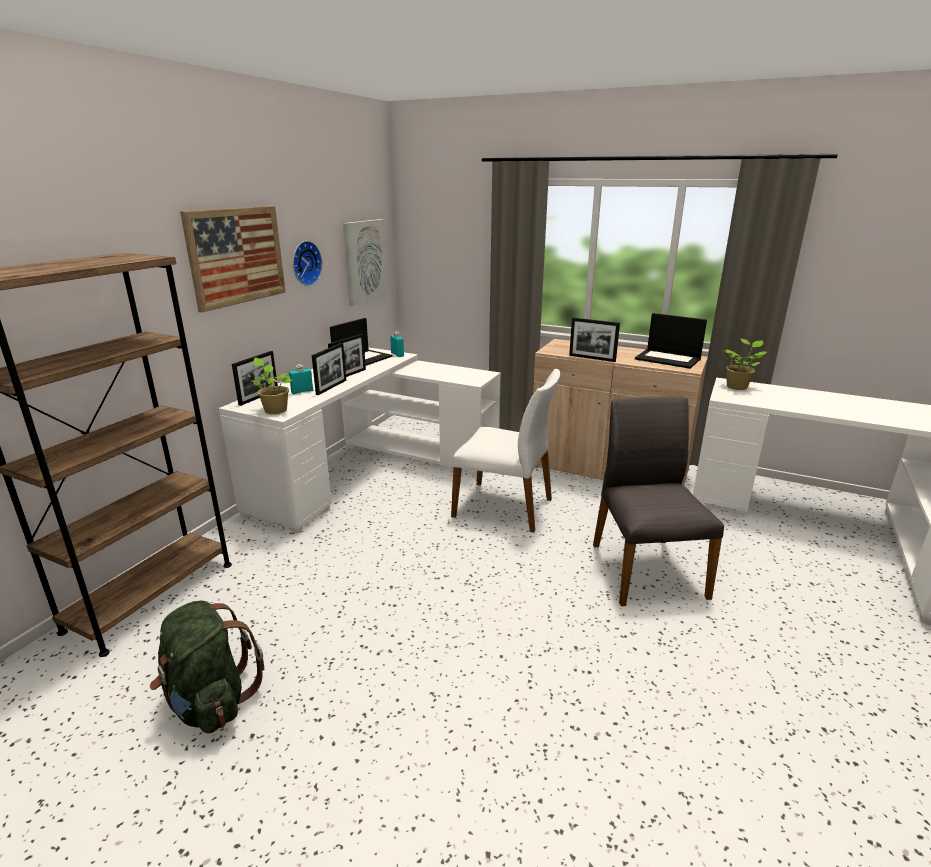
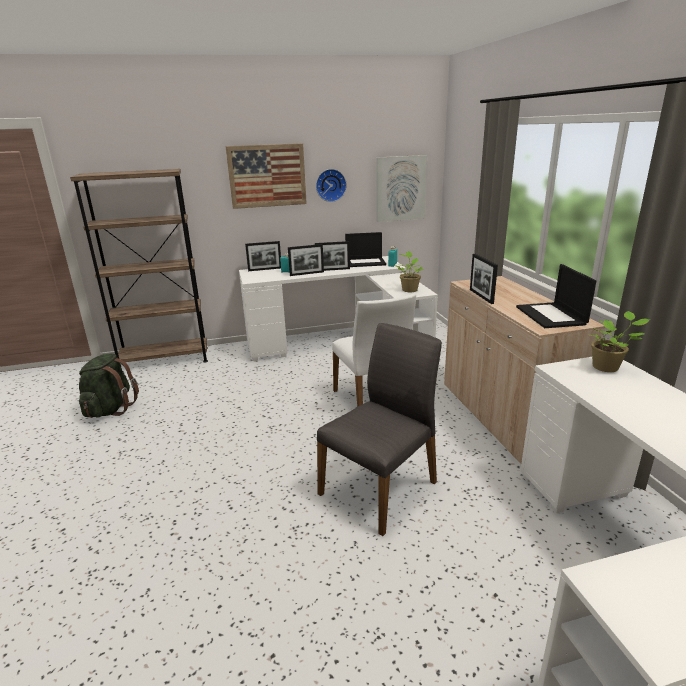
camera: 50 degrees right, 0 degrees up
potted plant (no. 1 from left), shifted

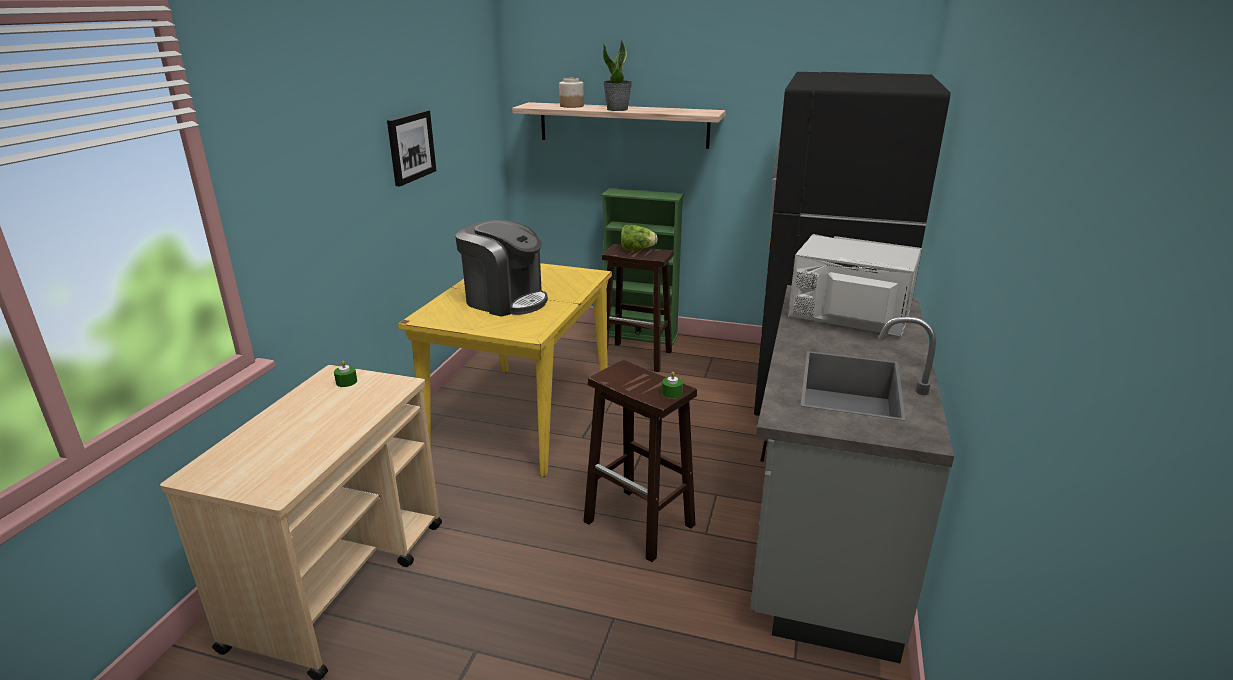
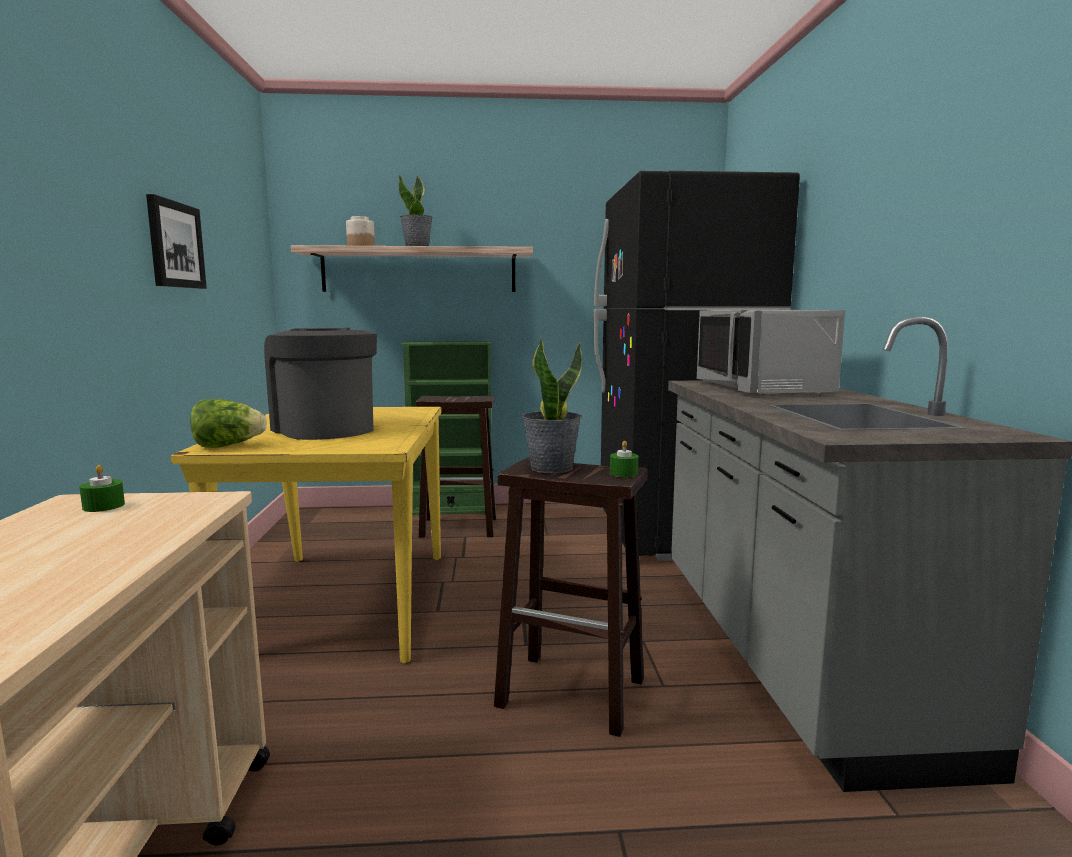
camera: 20 degrees left, 15 degrees down
coffee machine, 135 degrees counterclockwise
lettuce head, shifted
microwave oven/greyish, 105 degrees counterclockwise
- → potted plant (no. 2 from left)

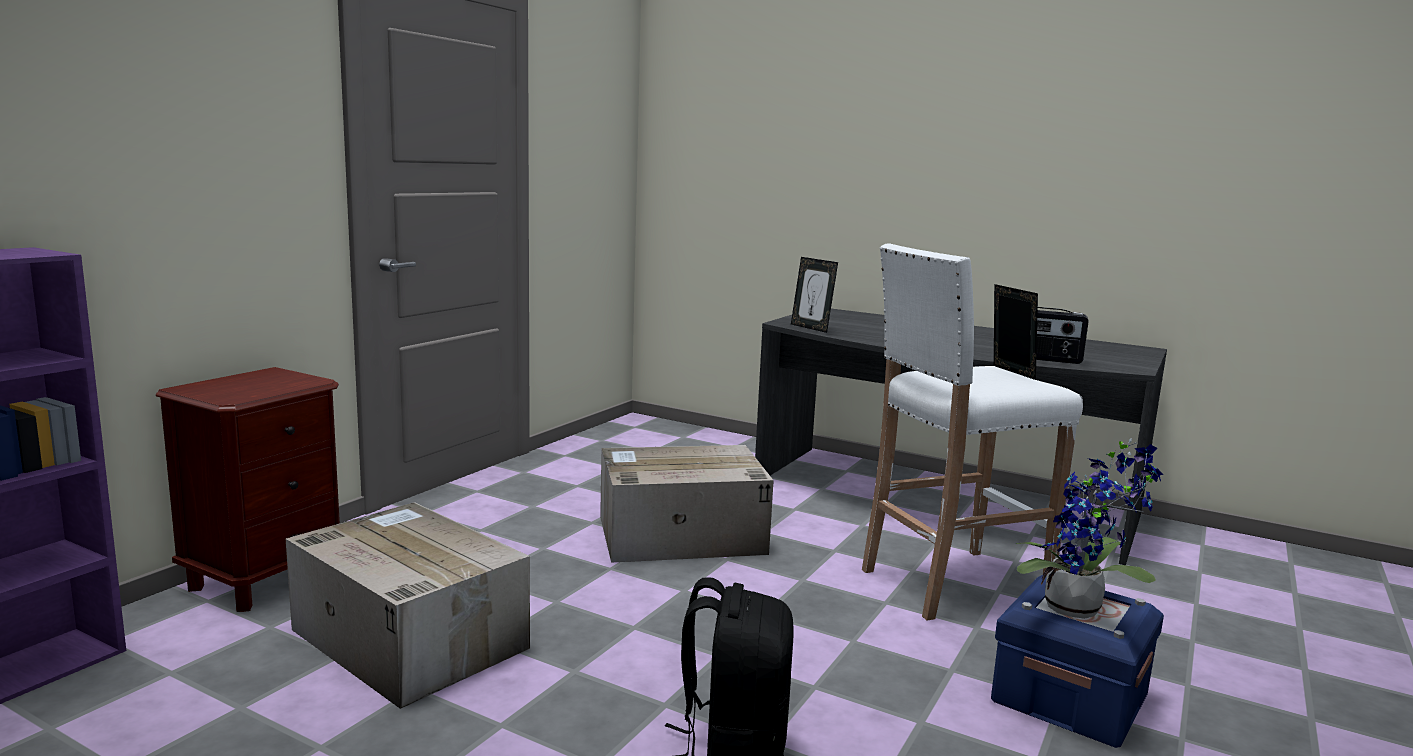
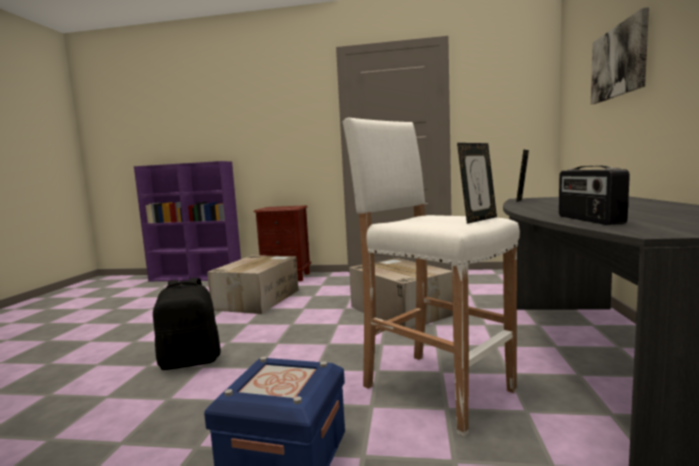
camera: 70 degrees right, 5 degrees down
potted plant → -
- → picture

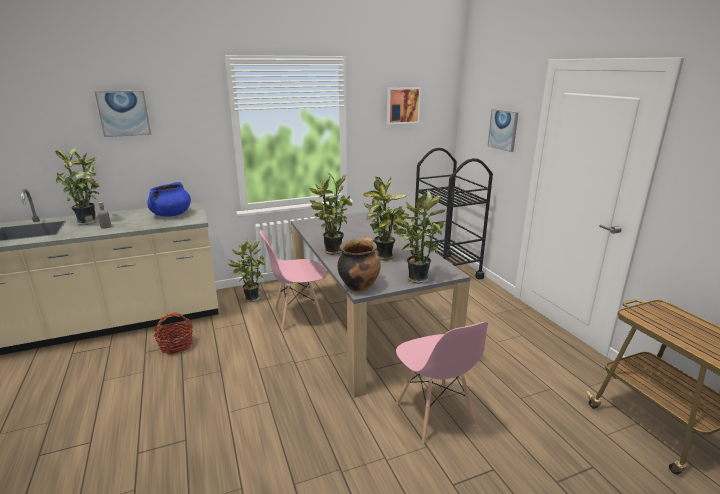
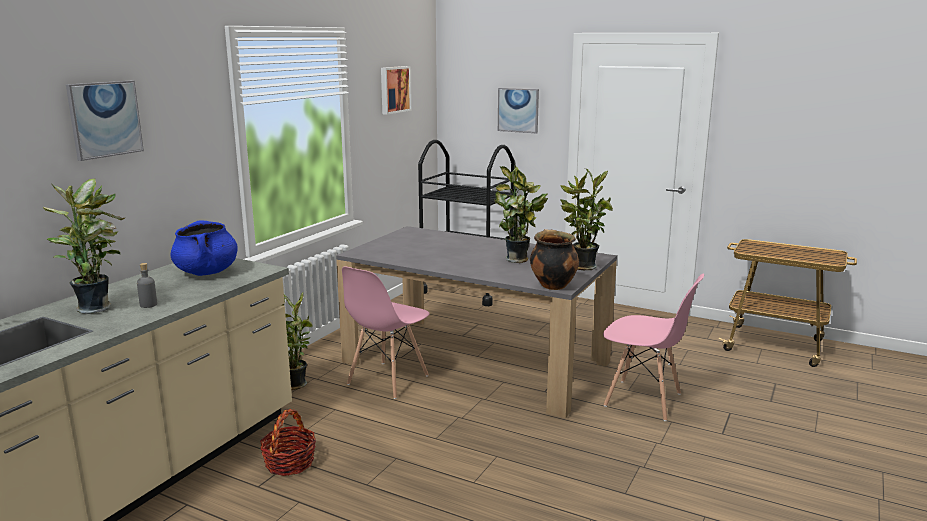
camera: 40 degrees left, 5 degrees down
potted plant (no. 3 from left) → -

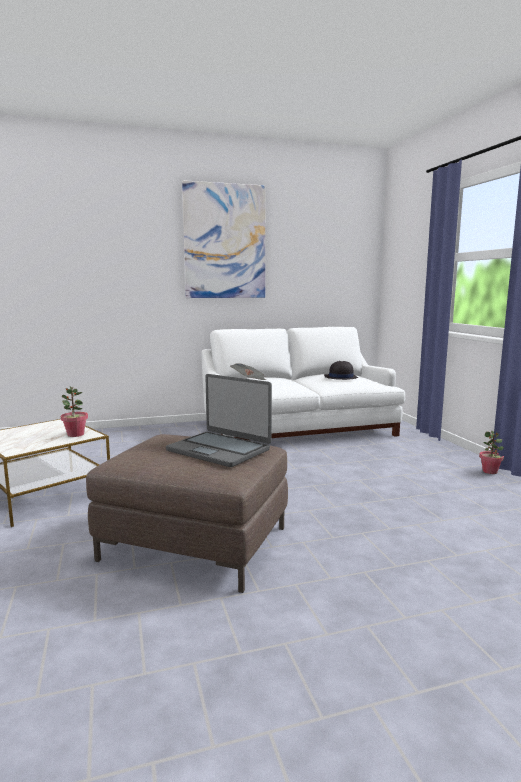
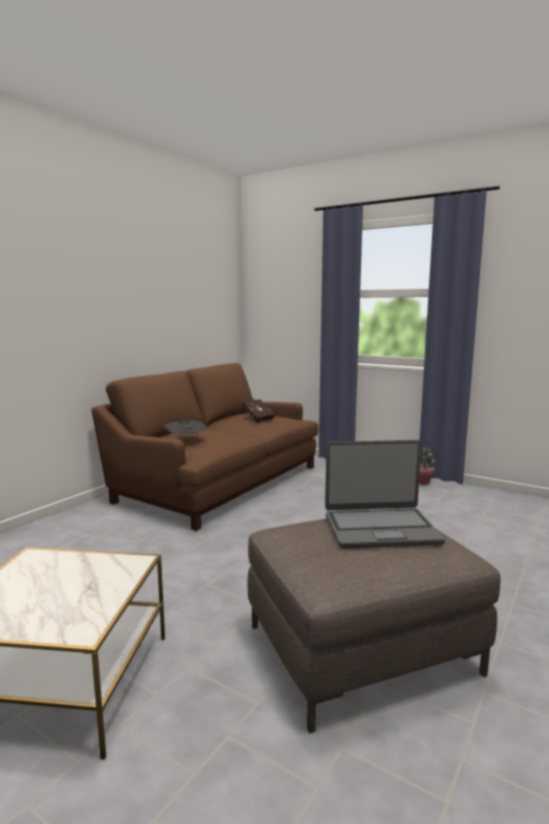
camera: 40 degrees left, 0 degrees up
potted plant (no. 1 from left) → -
picture → -
settee/white → settee/brown
clothing hat/black → volume/red

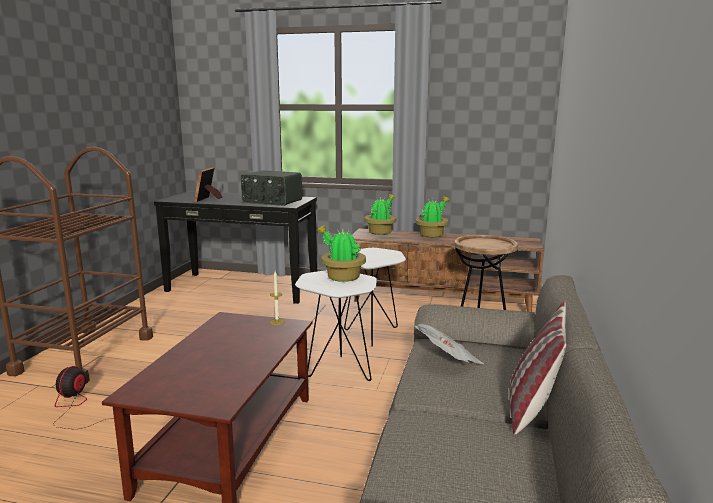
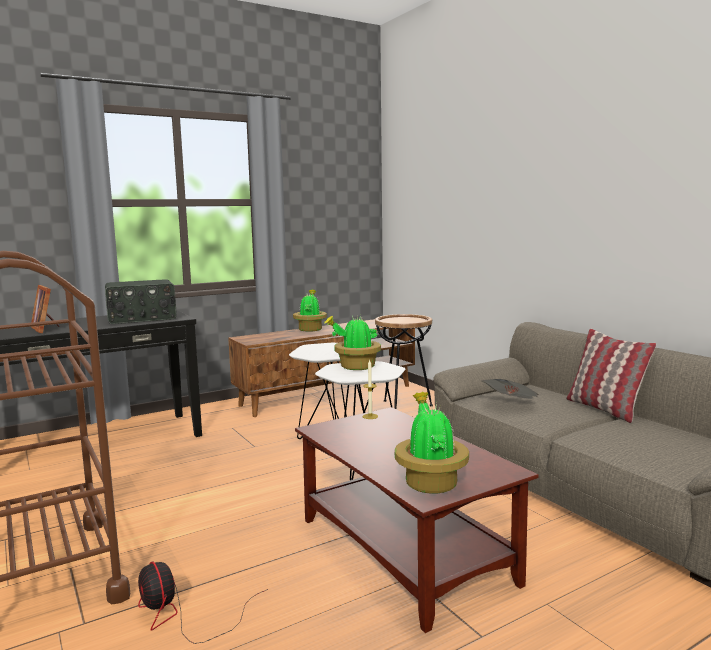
camera: 45 degrees left, 5 degrees down
potted plant (no. 2 from left in the first image) → potted plant (no. 3 from left), shifted

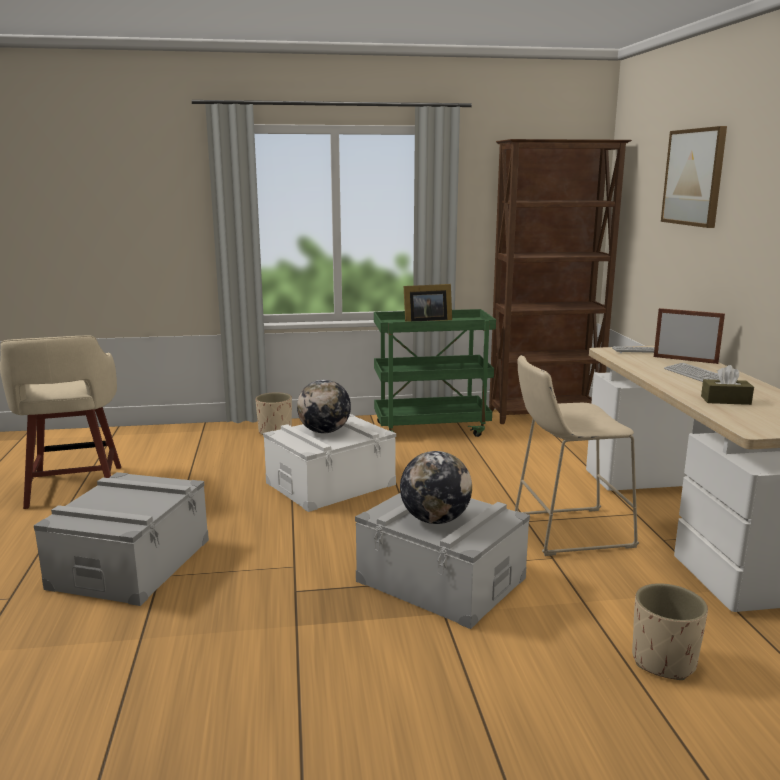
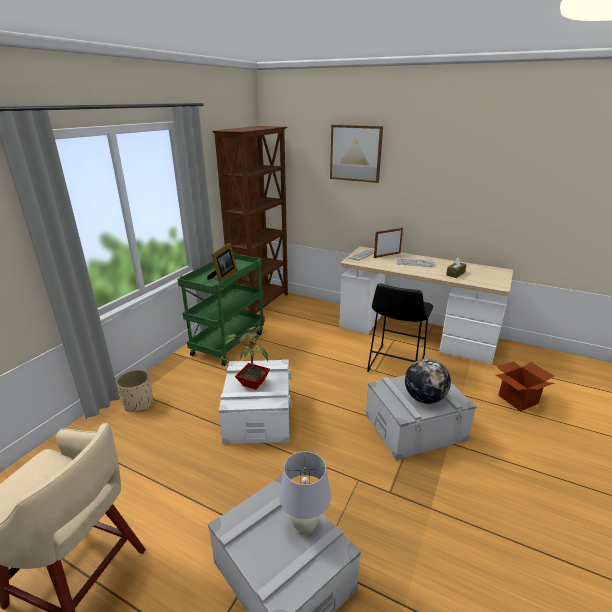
camera: 55 degrees left, 10 degrees up
world globe (no. 1 from left) → potted plant
stool/beige (no. 2 from left) → stool/black
planter/beige (no. 2 from left) → packing box
- → tabletop lamp/white

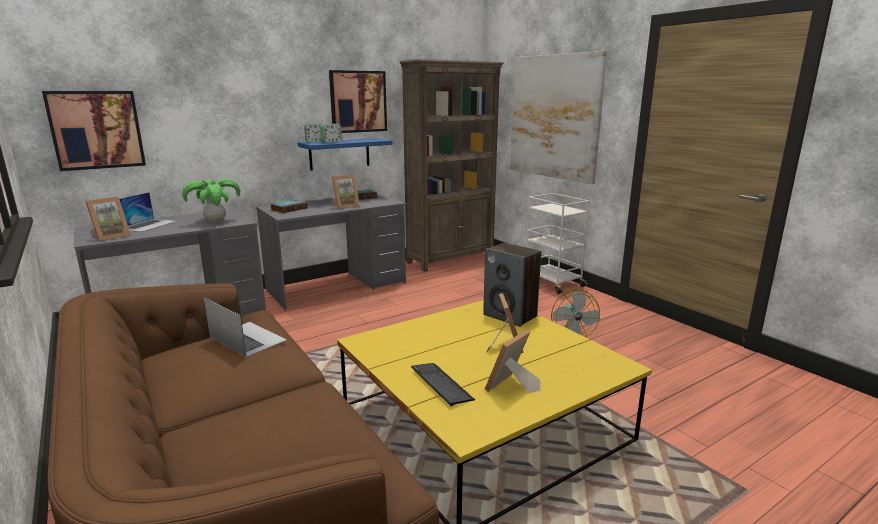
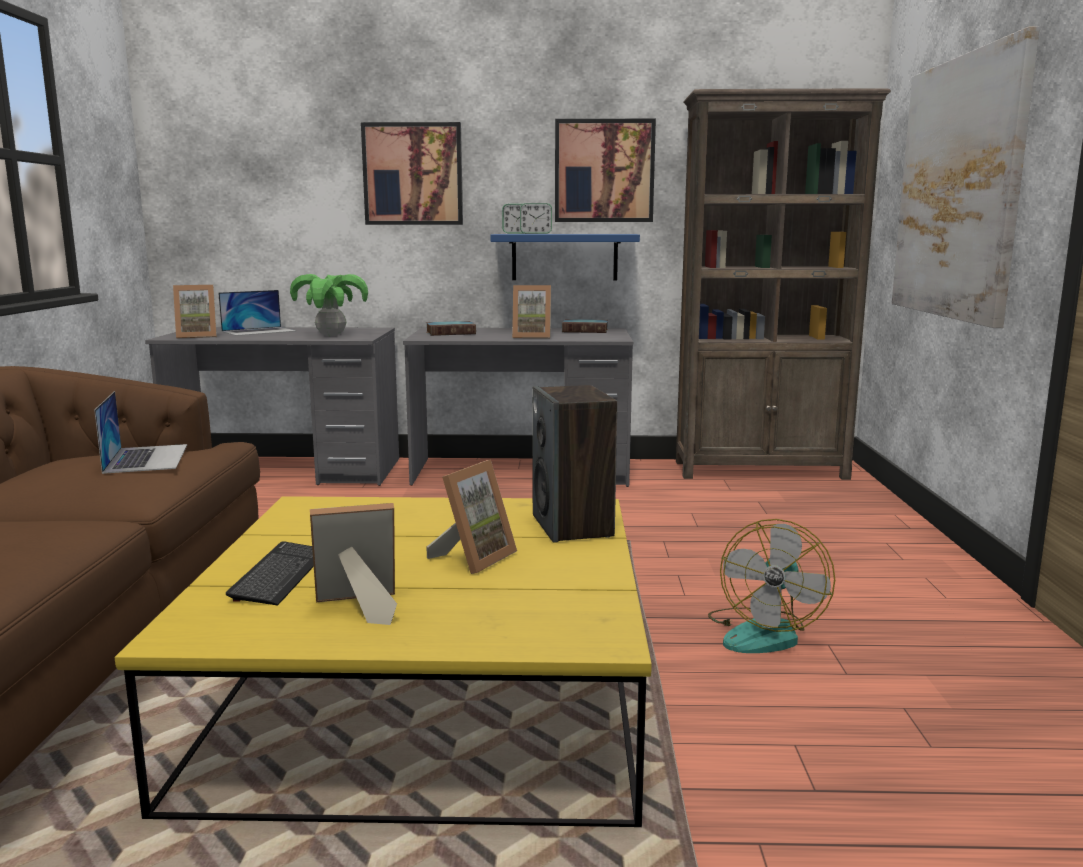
camera: 35 degrees right, 5 degrees down
picture (no. 1 from left), shifted
cart/white → -

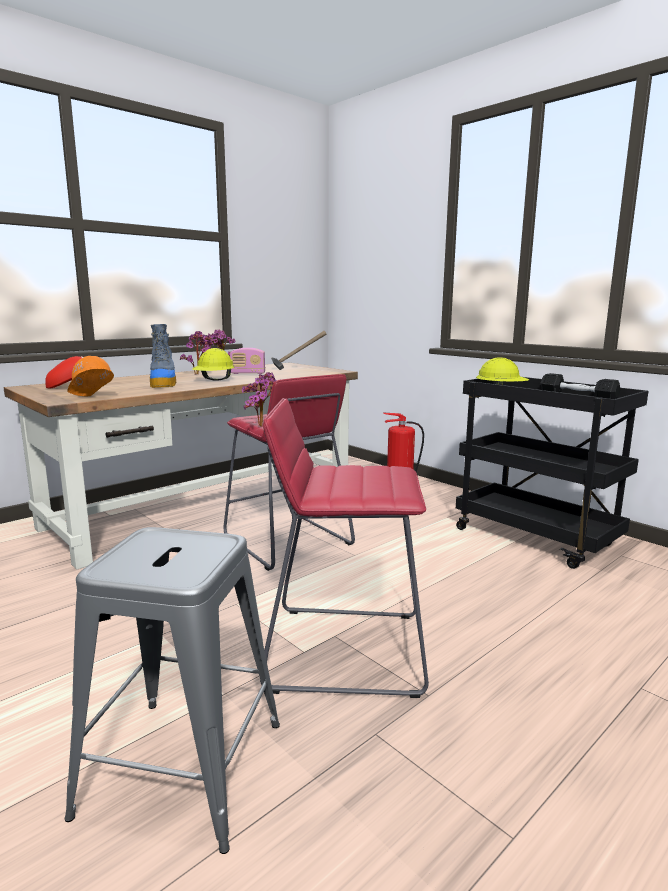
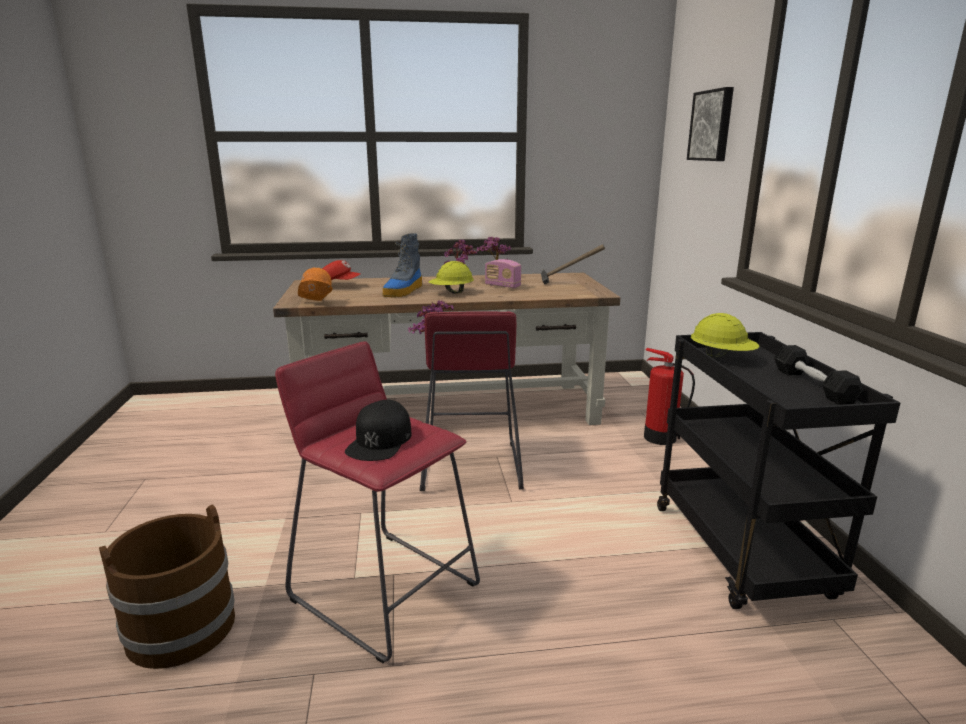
camera: 35 degrees right, 5 degrees up
stool/greyish → water bucket/brown
- → peaked cap/black
- → picture

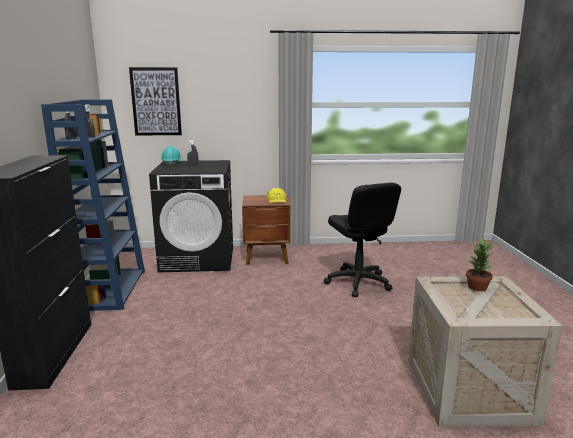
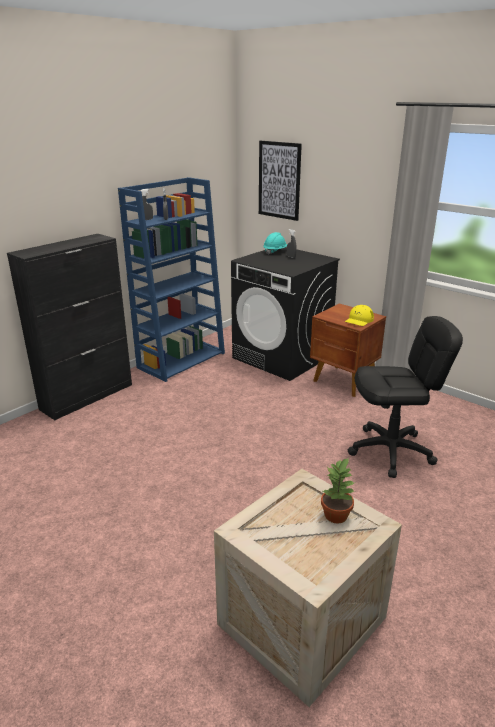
camera: 45 degrees right, 10 degrees up
office chair/black, 120 degrees counterclockwise

